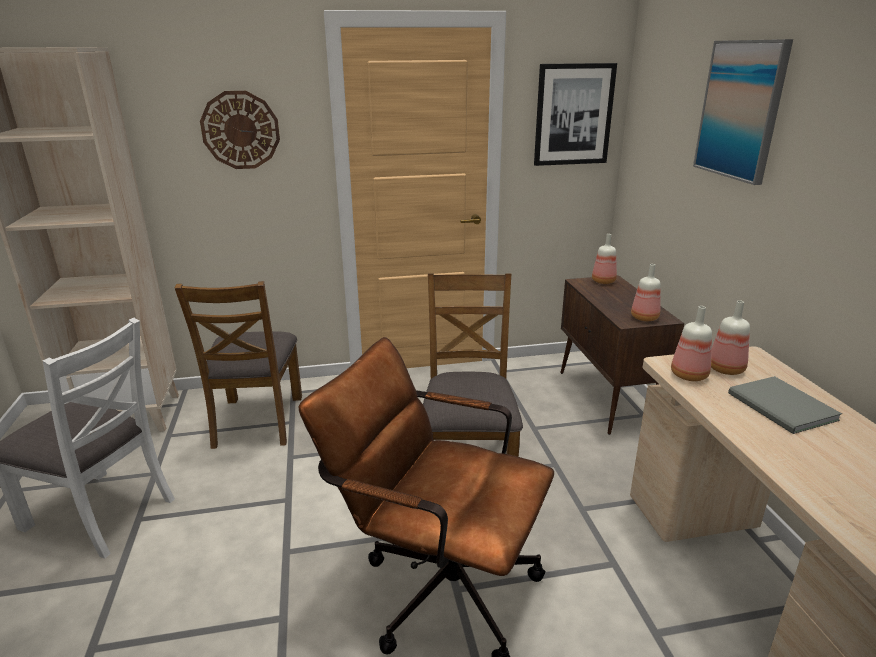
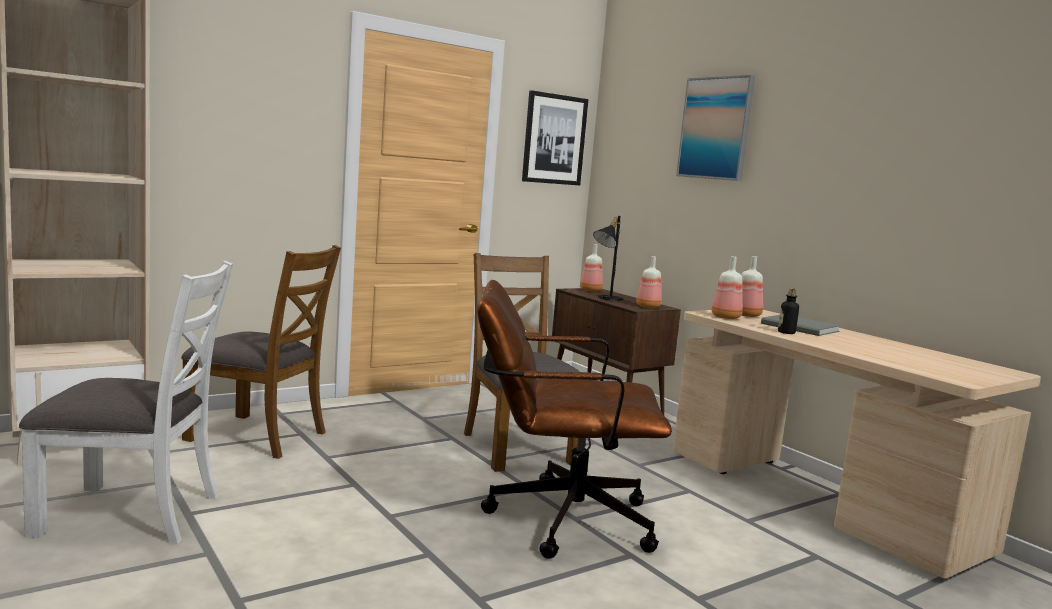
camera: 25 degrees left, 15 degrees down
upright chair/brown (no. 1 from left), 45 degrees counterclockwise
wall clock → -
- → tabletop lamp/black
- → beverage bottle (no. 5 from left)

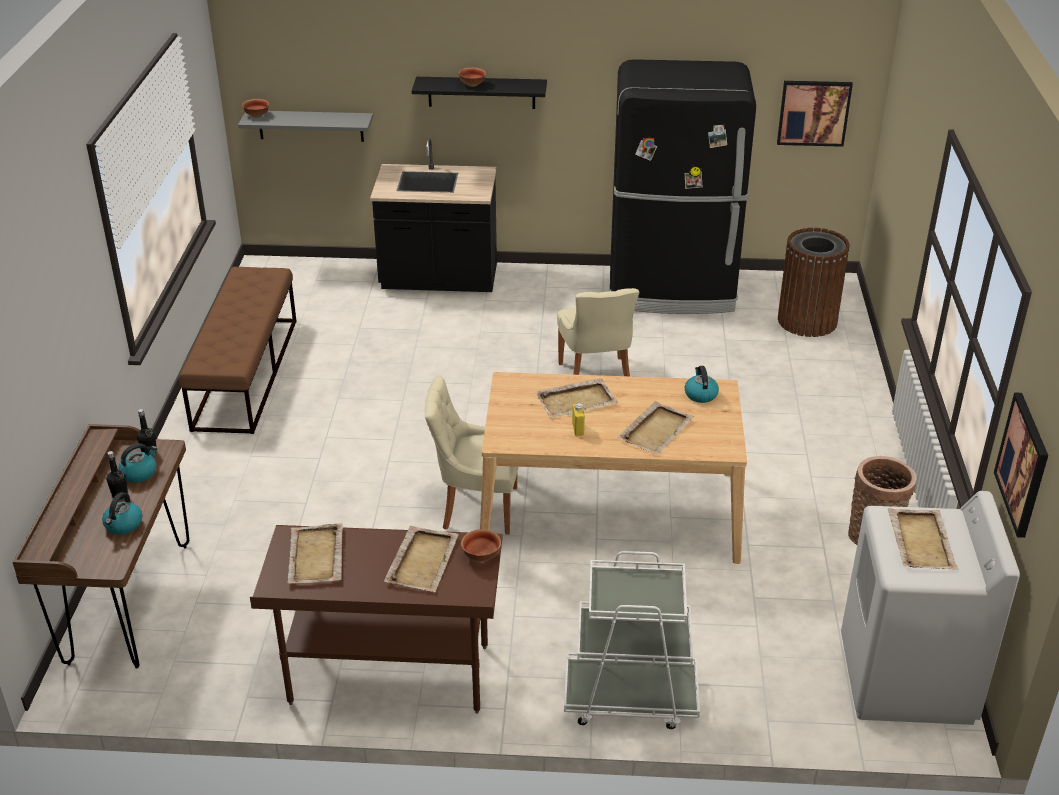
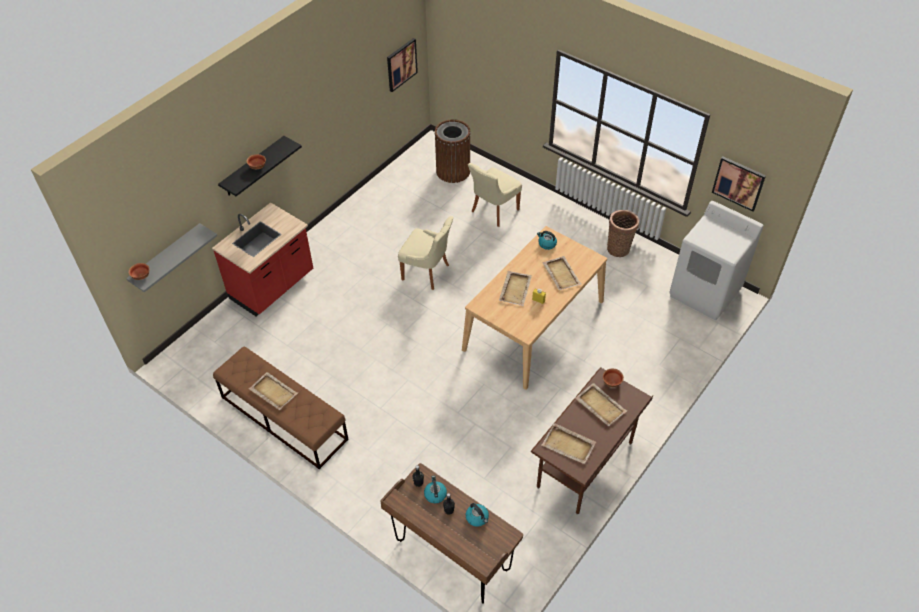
camera: 55 degrees left, 15 degrees up
counter/black → counter/red
upright chair/beige (no. 1 from left in the first image) → upright chair/beige (no. 2 from left), shifted
cart/white → -
kitchen fridge/black → -
serving tray/beige (no. 5 from left in the first image) → serving tray/beige (no. 1 from left), shifted

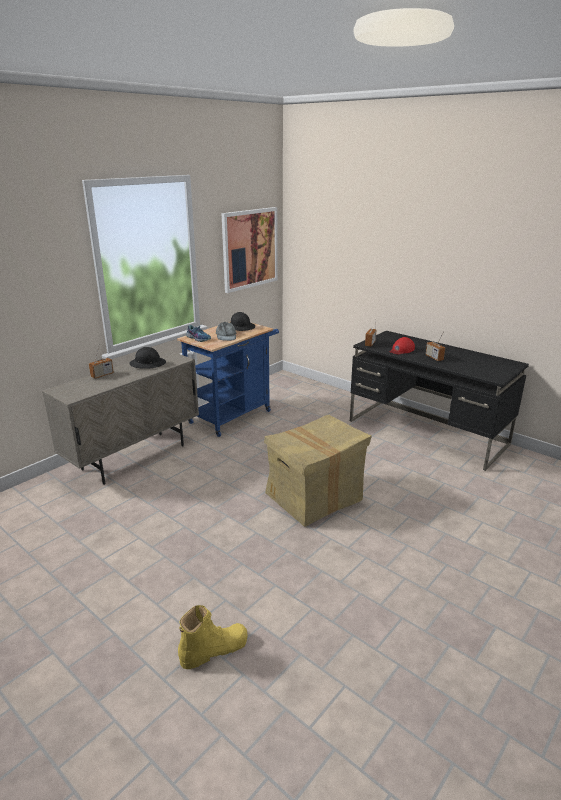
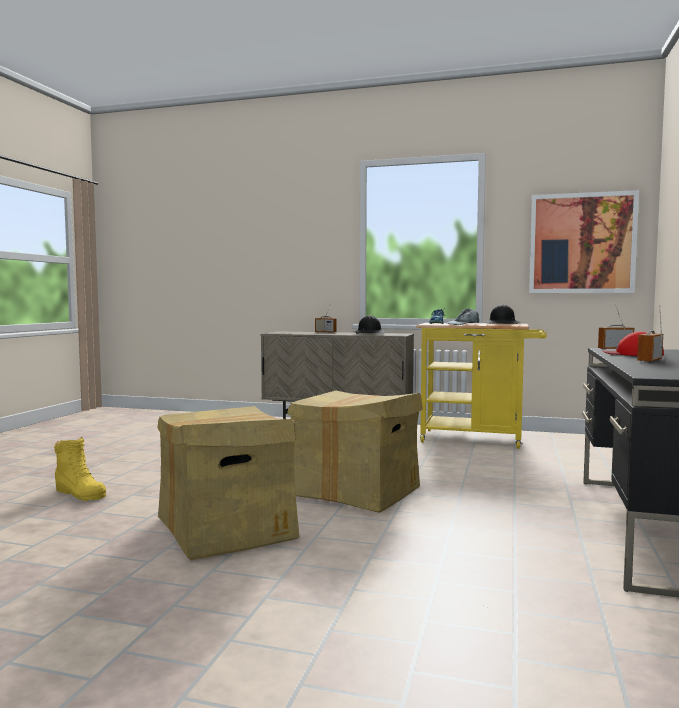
camera: 65 degrees right, 20 degrees down
cart/blue-coloured → cart/yellowish
- → packing box (no. 1 from left)

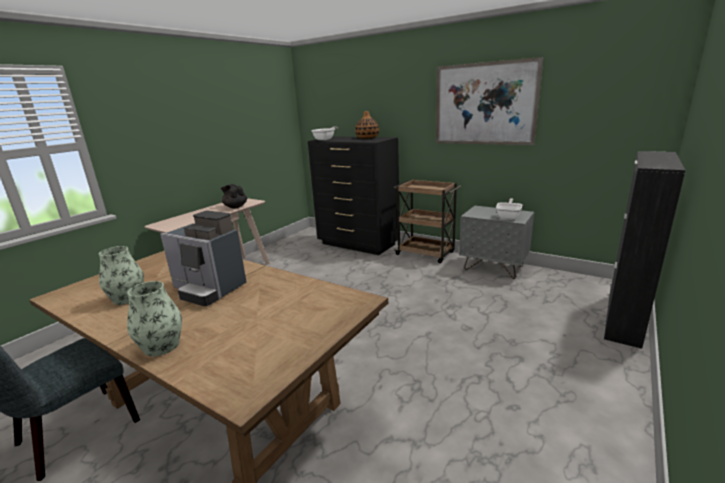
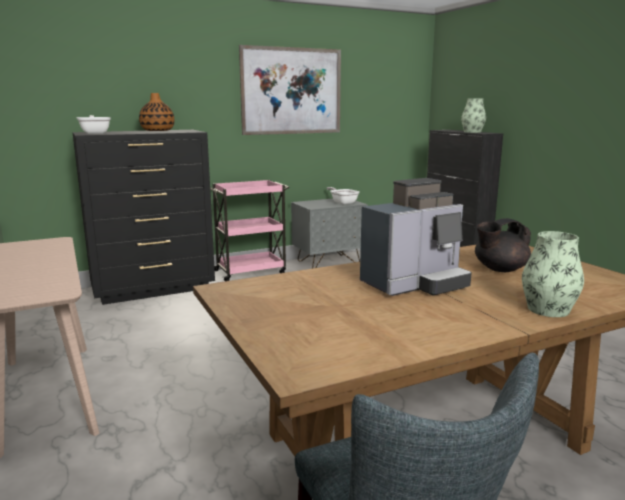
camera: 60 degrees left, 5 degrees down
flower vase (no. 1 from left in the first image) → flower vase (no. 2 from left), shifted
tea pot/black, shifted
cart/brown → cart/pinkish

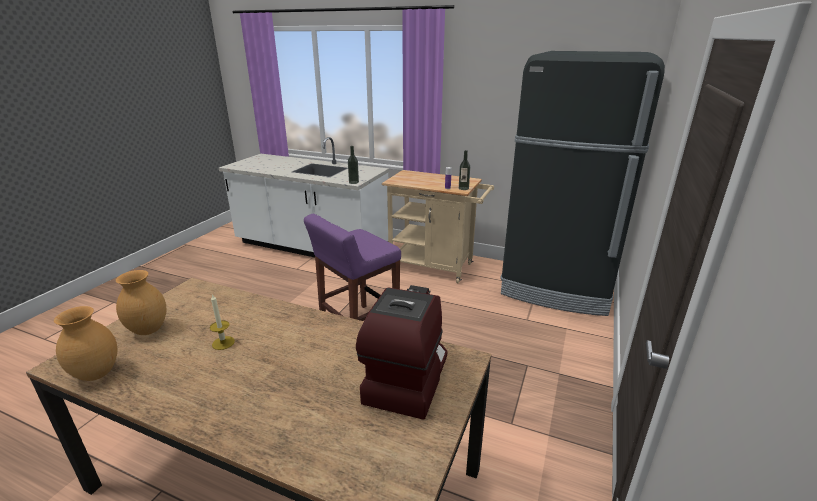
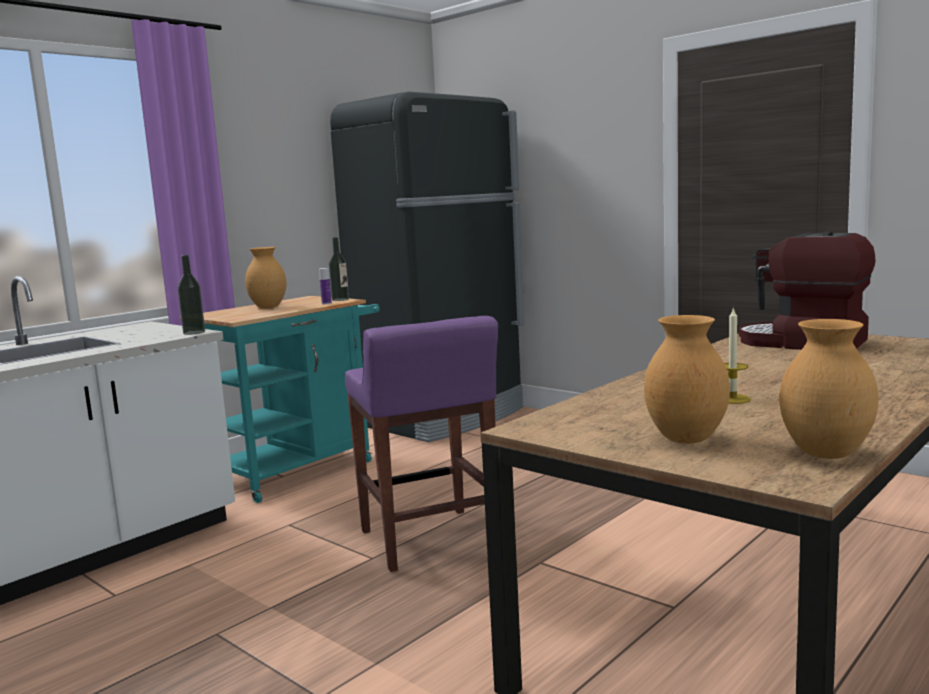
camera: 70 degrees left, 15 degrees down
cart/beige → cart/blue-green
- → flower vase/brown (no. 1 from left)

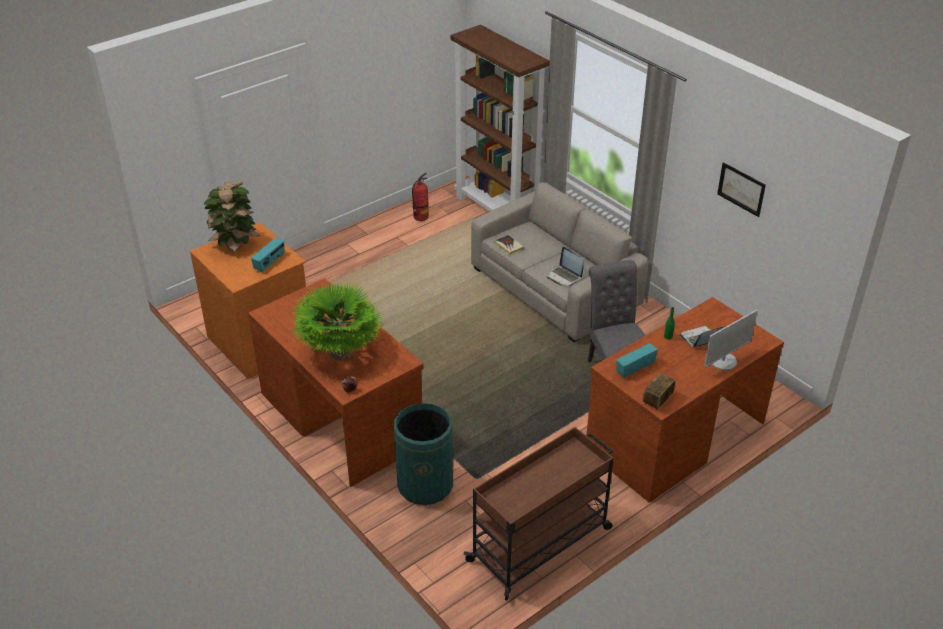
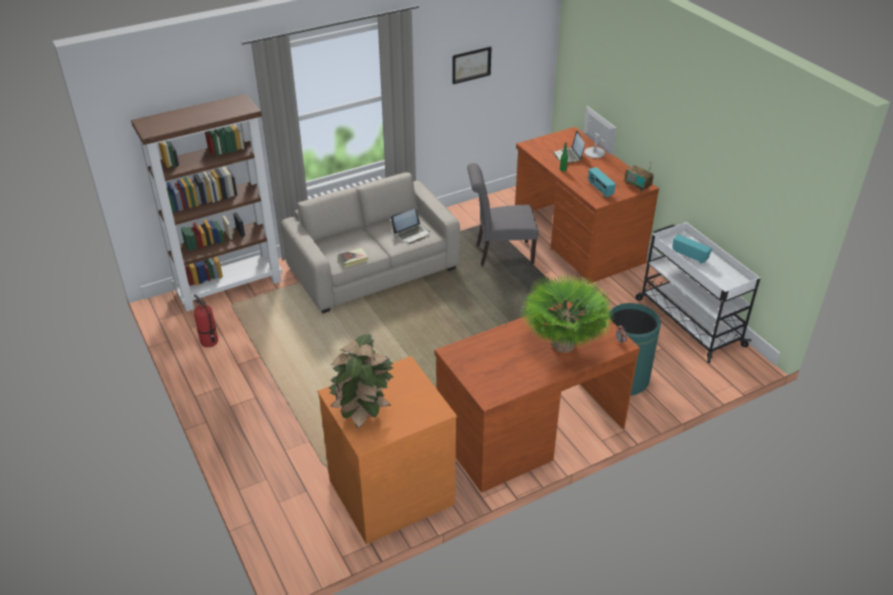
camera: 80 degrees left, 0 degrees up
radio receiver (no. 1 from left in the first image) → radio receiver (no. 3 from left), shifted
cart/brown → cart/white

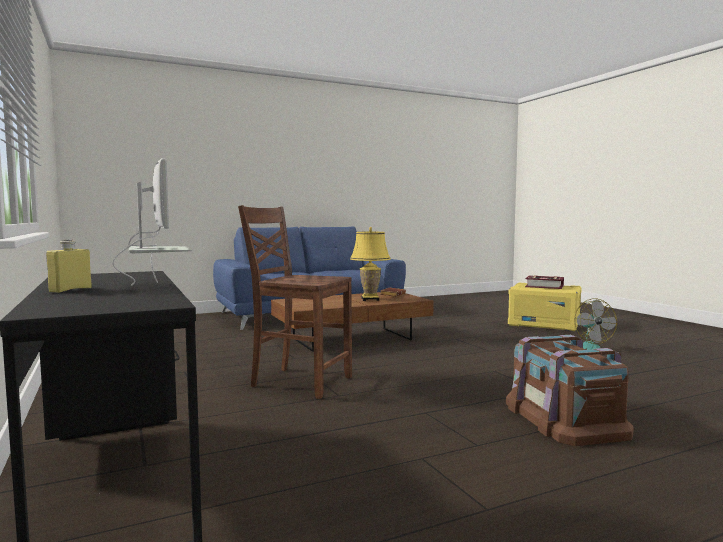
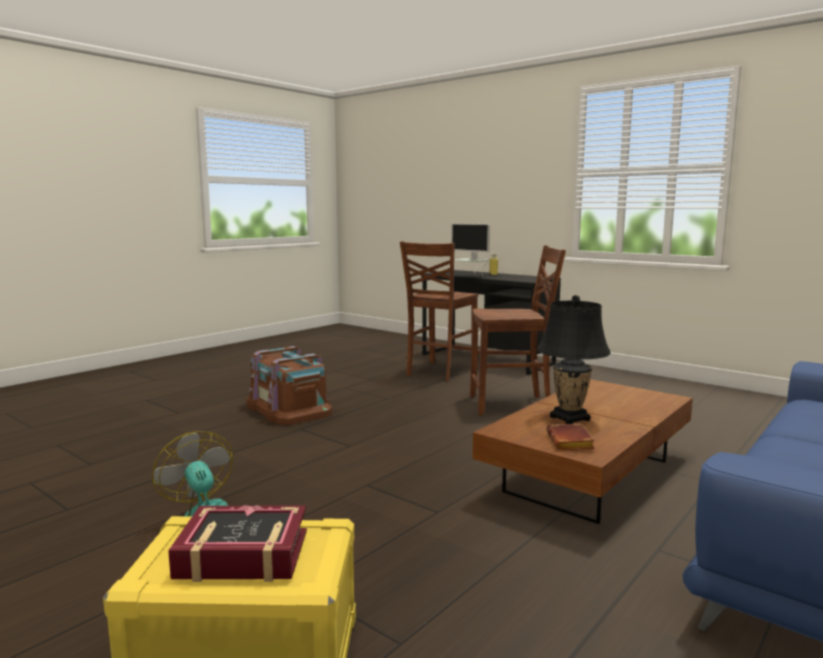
camera: 155 degrees right, 5 degrees up
tabletop lamp/yellowish → tabletop lamp/black
- → upright chair/brown (no. 1 from left)

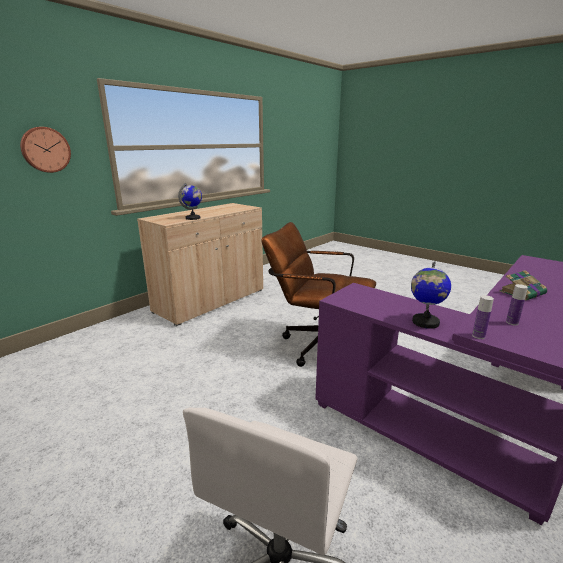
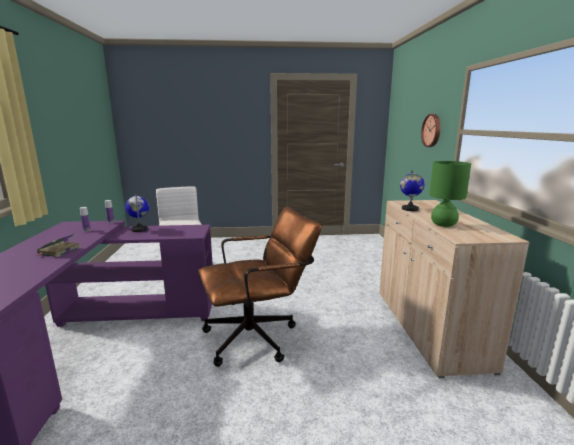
camera: 135 degrees right, 5 degrees down
- → tabletop lamp/green-coloured

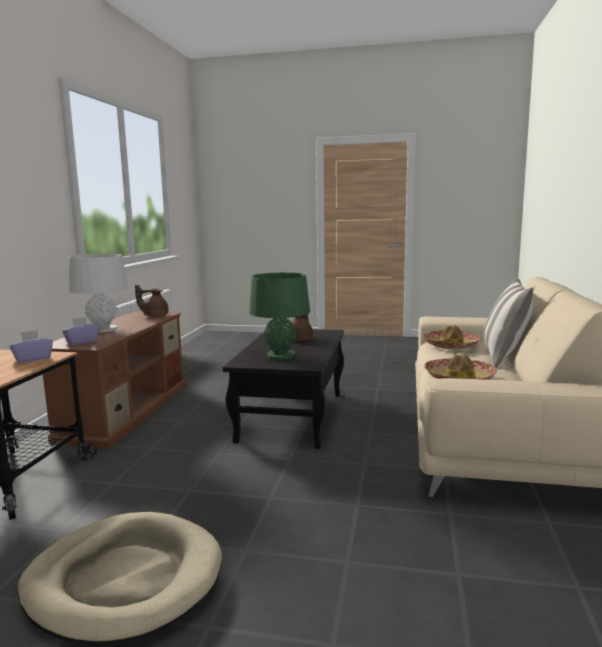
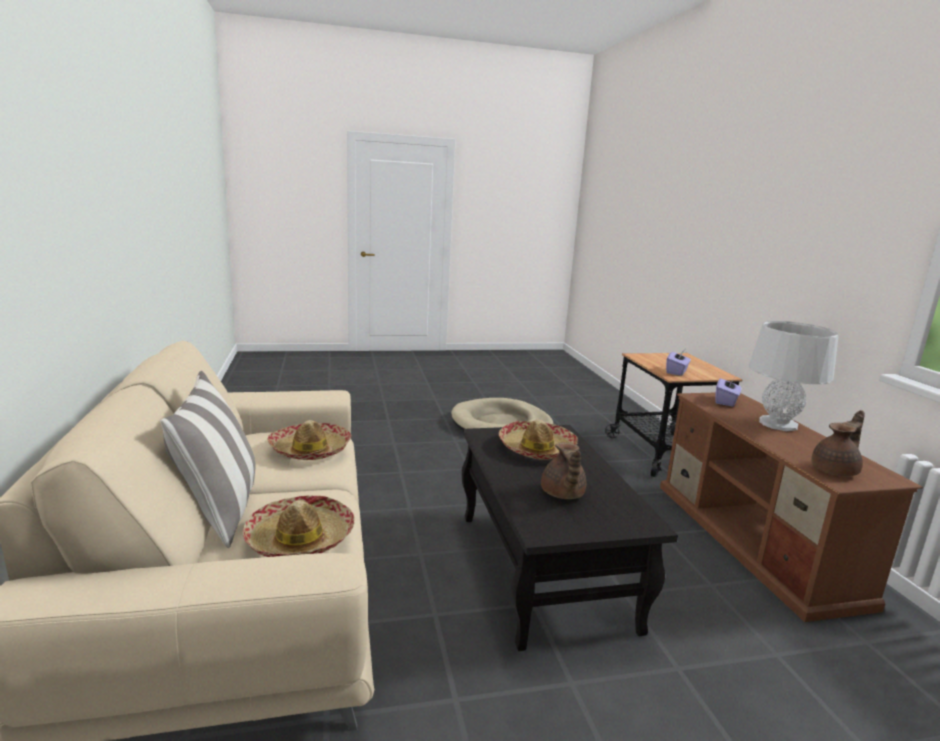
camera: 155 degrees right, 5 degrees up
tabletop lamp/green-coloured → clothing hat (no. 3 from left)

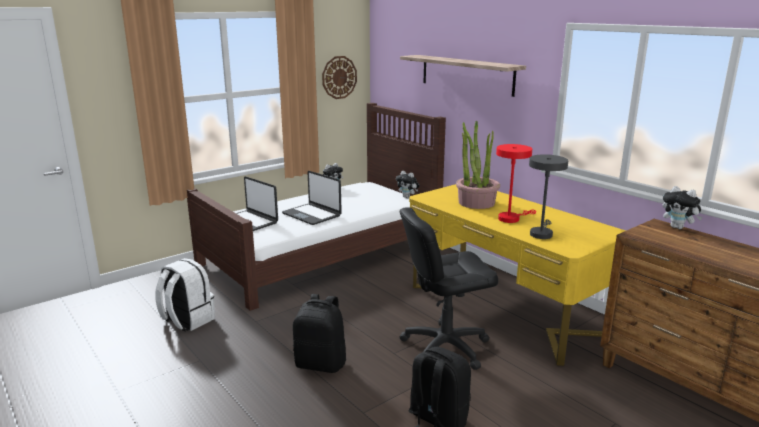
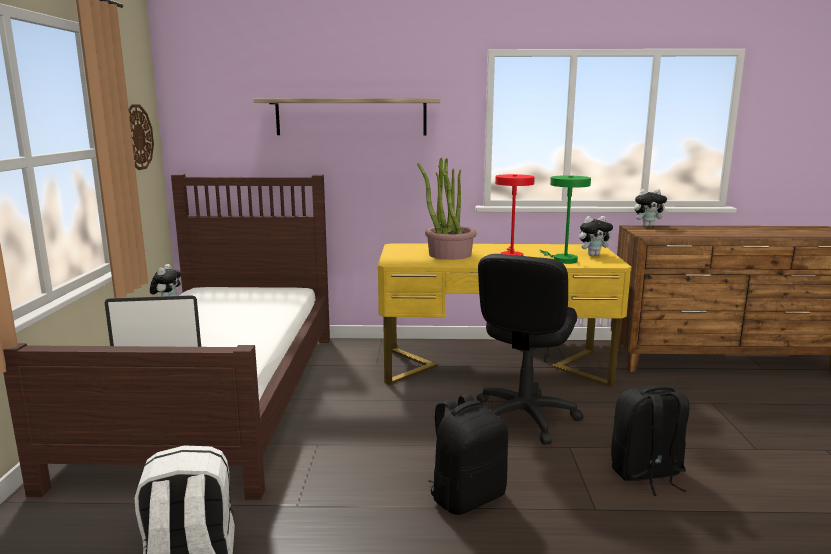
camera: 50 degrees left, 5 degrees down
portable computer (no. 2 from left) → -
soft toy (no. 2 from left), shifted
tabletop lamp/greyish → tabletop lamp/green-coloured

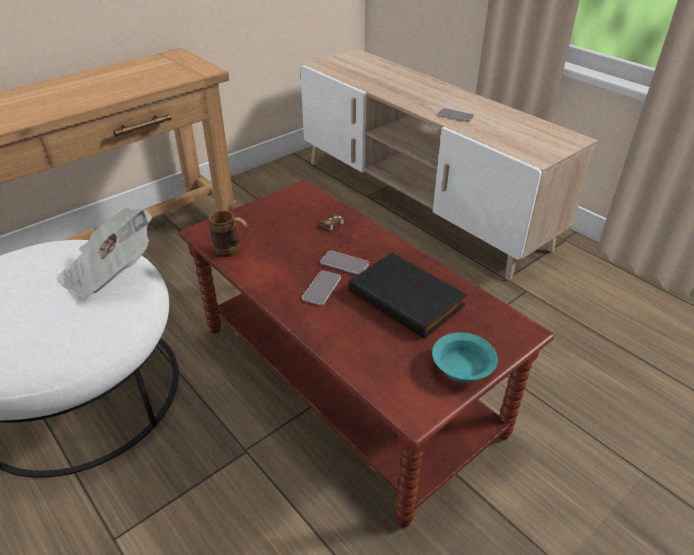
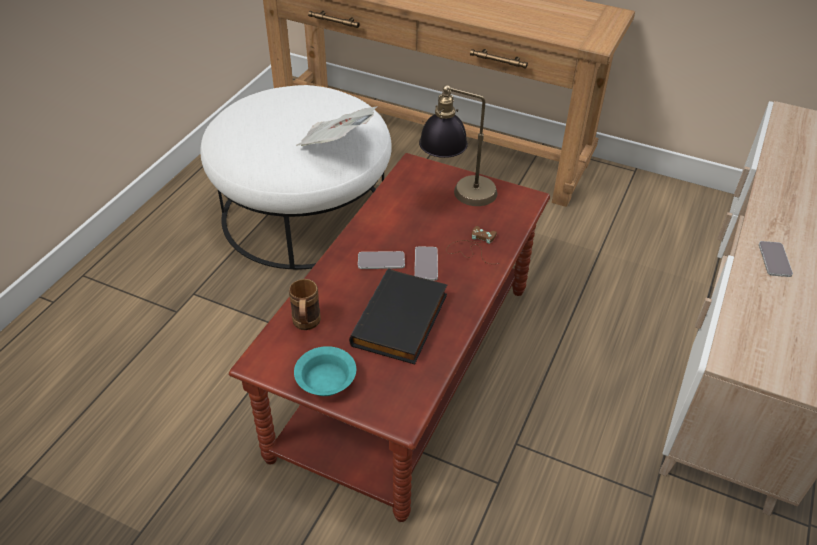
camera: 65 degrees right, 5 degrees up
tea mug/brown, shifted
- → tabletop lamp

